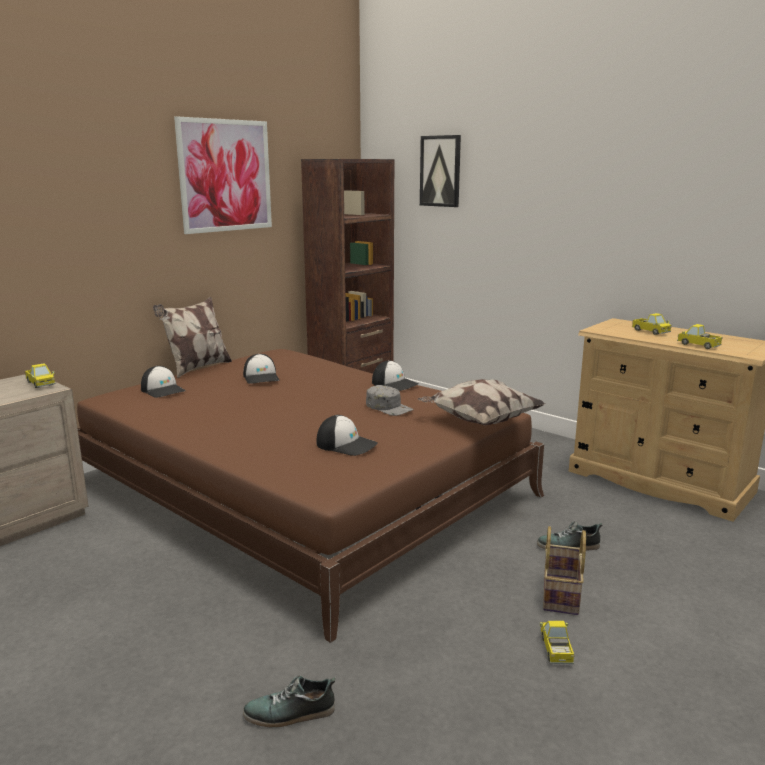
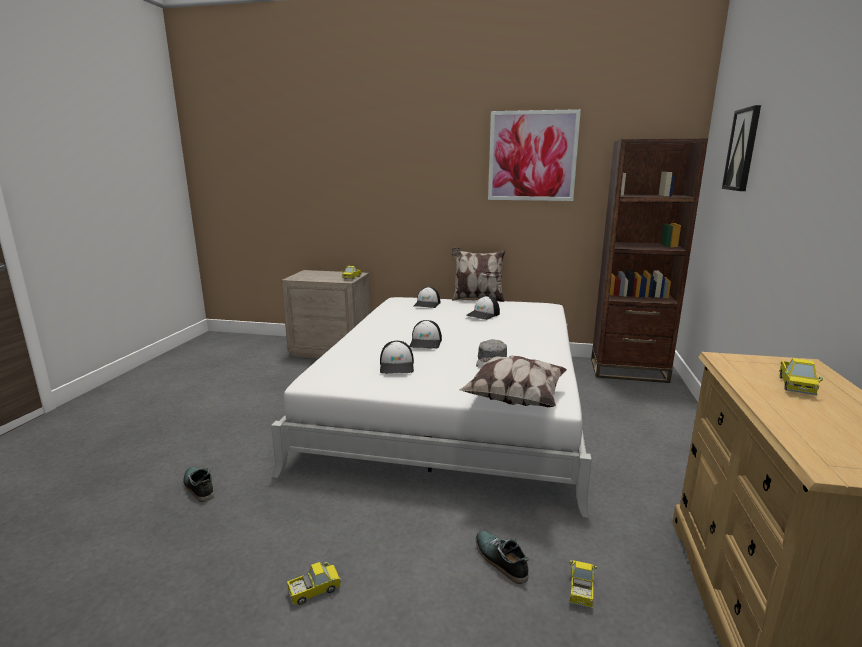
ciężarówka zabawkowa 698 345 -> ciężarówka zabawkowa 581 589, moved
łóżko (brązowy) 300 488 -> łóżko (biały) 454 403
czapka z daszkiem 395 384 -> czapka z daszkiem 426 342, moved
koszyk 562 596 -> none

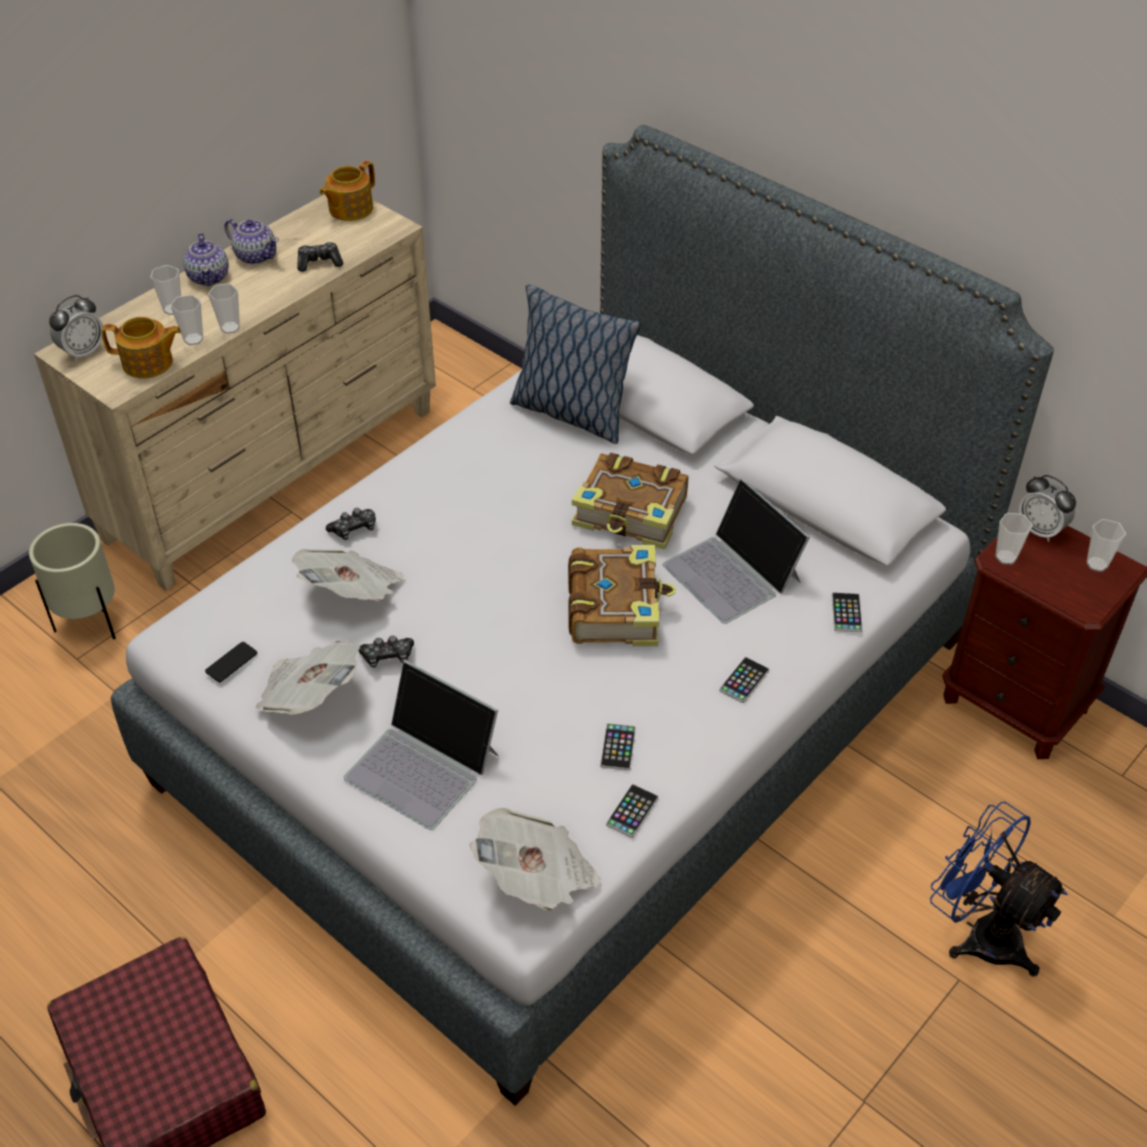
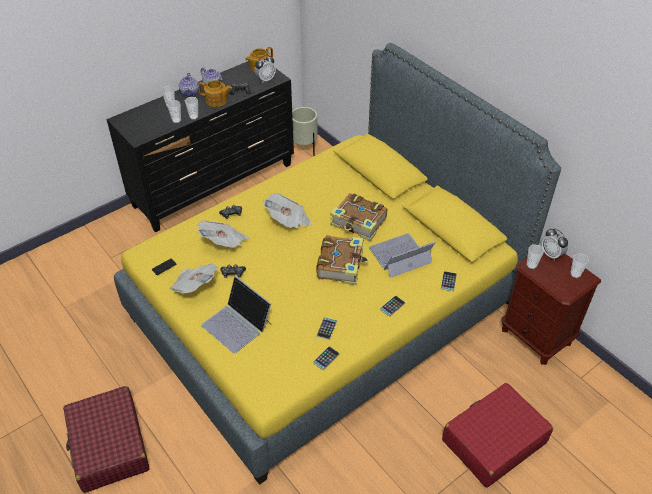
łóżko (szary) 572 707 -> łóżko (żółty) 325 309
komoda (beżowy) 275 474 -> komoda (czarny) 215 185
poduszka 570 413 -> none
budzik 83 352 -> budzik 265 79, moved
imbryk 148 363 -> imbryk 216 101, moved
laptop 733 572 -> laptop 399 256, 90 degrees clockwise
donica (beżowy) 91 623 -> donica (beżowy) 304 150, moved
wentylator (niebieski) 980 933 -> walizka (czerwony) 493 441
gazeta 537 877 -> gazeta 288 221, moved

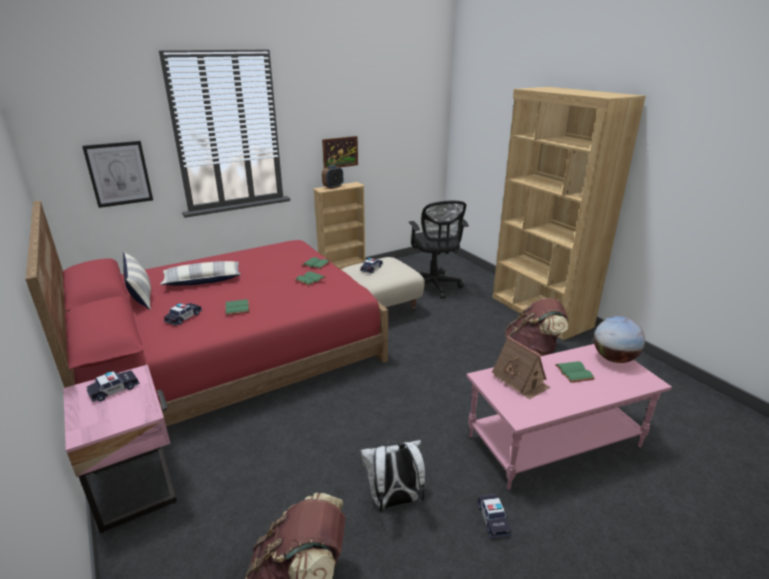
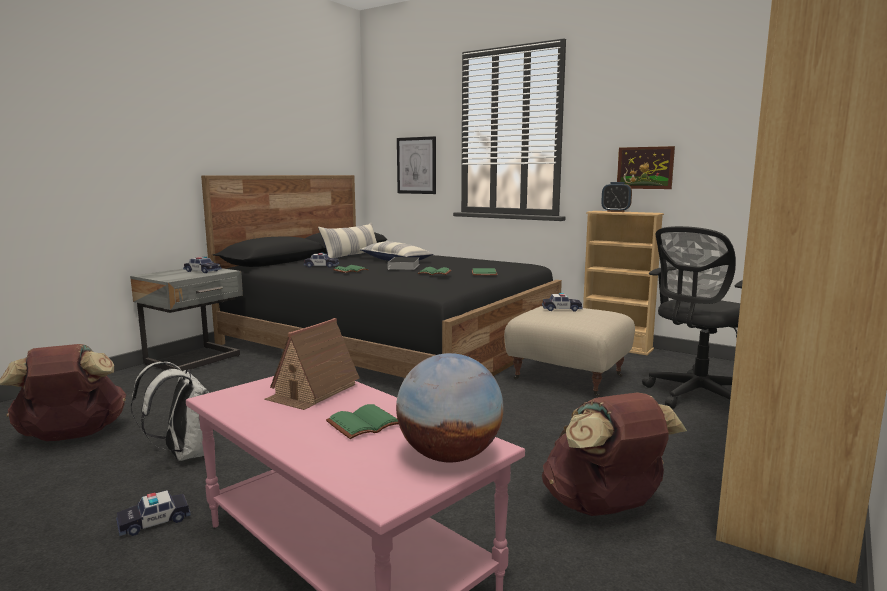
łóżko (czerwony) 228 353 -> łóżko (czarny) 388 342
szafka nocna (różowy) 137 485 -> szafka nocna (szary) 195 360
none -> książka 404 266

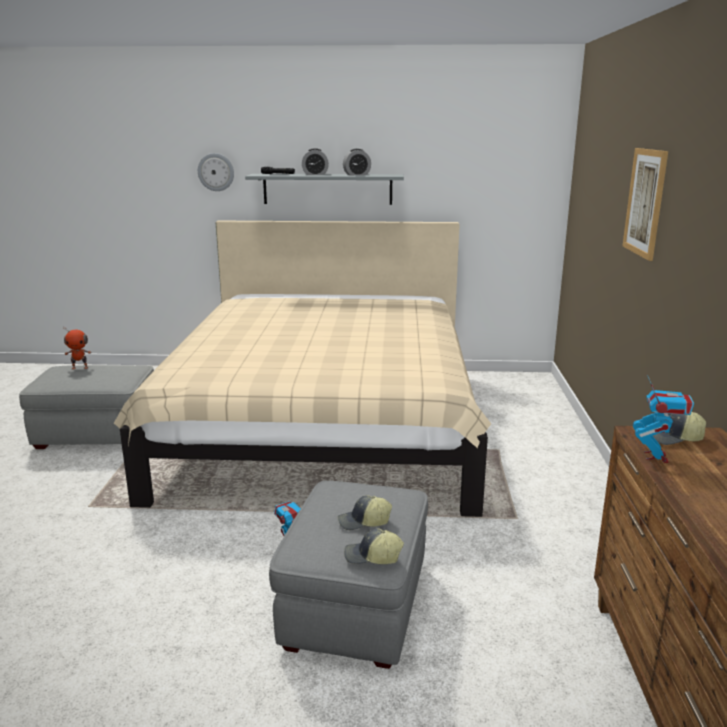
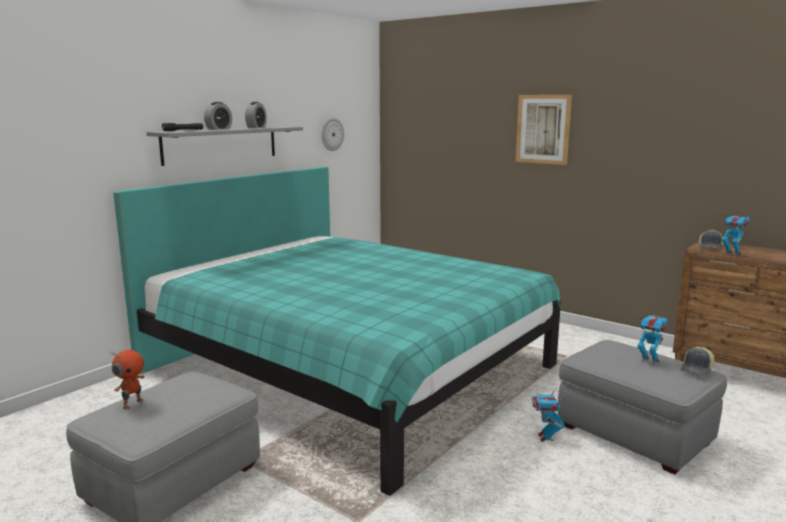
zegar ścienny 216 172 -> zegar ścienny 332 134, moved
łóżko (beżowy) 323 426 -> łóżko (turkusowy) 349 369
czapka z daszkiem 364 522 -> robot zabawkowy 649 360

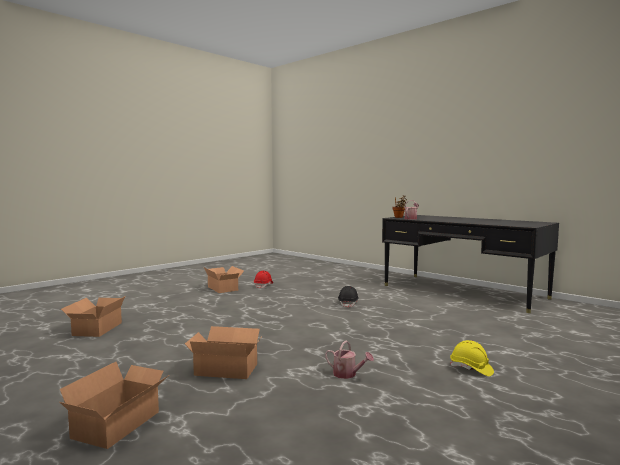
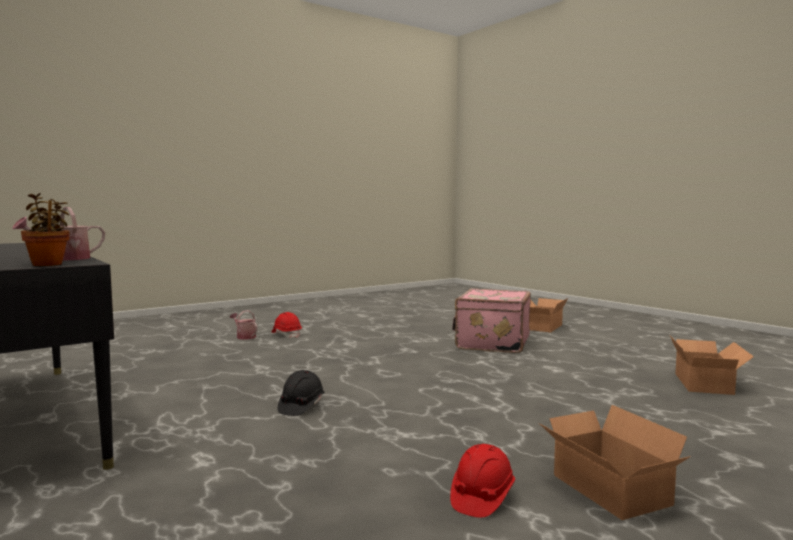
karton 225 368 -> walizka (różowy) 491 343
kask (żółty) 471 369 -> kask (czerwony) 286 335
konewka 347 374 -> konewka 244 336, moved

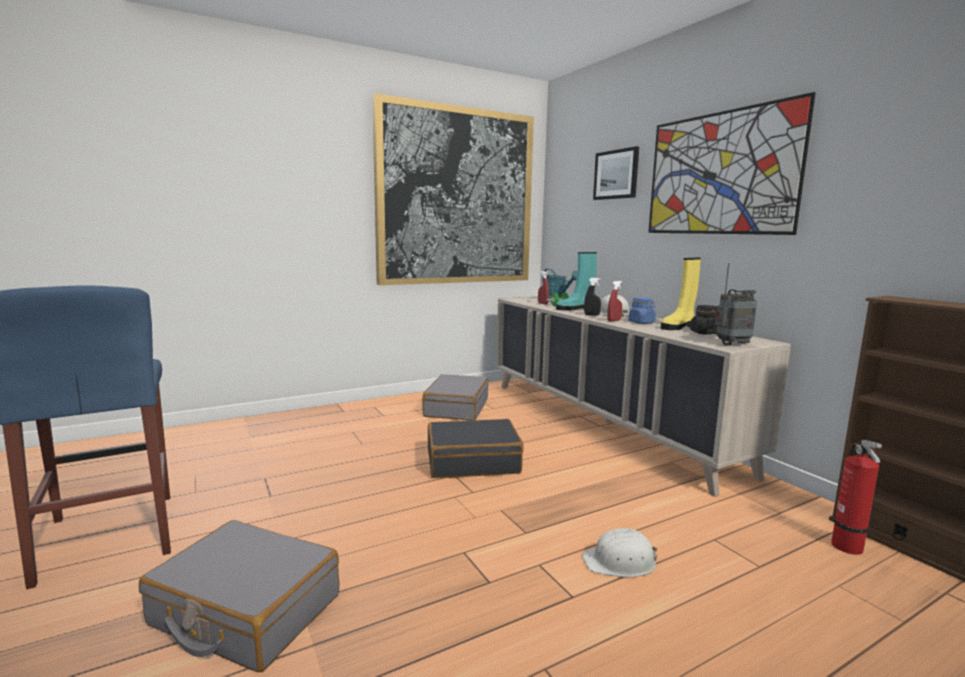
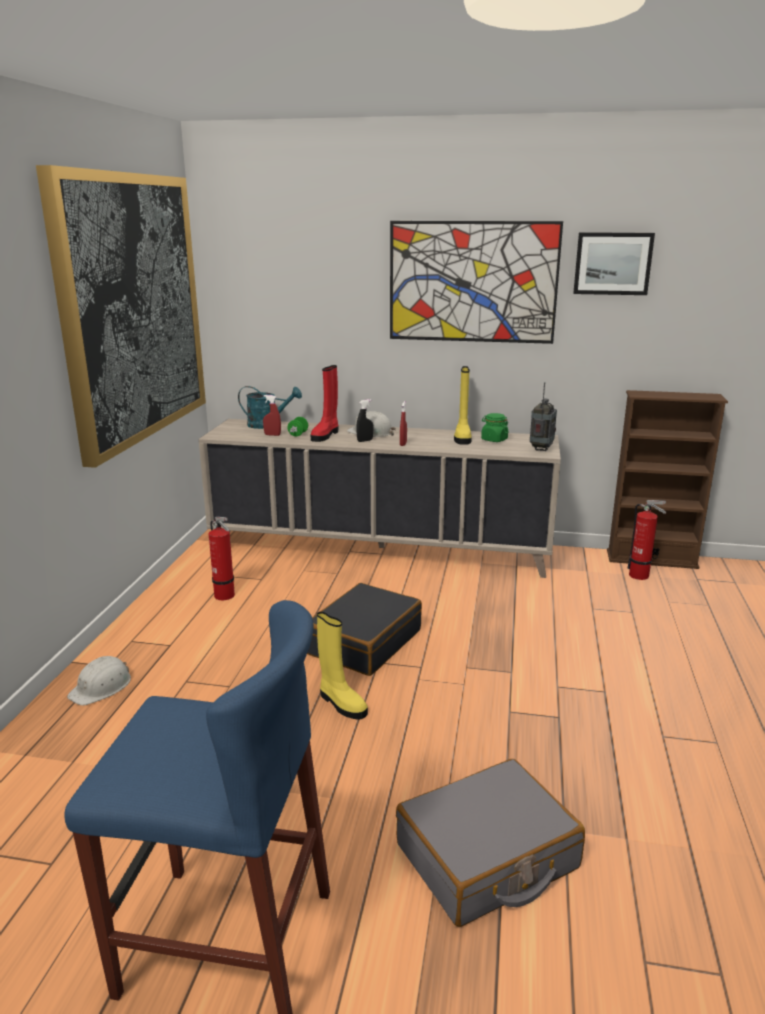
obraz 616 174 -> obraz 612 263, moved
but z cholewką (turkusowy) 575 309 -> but z cholewką (czerwony) 325 435
słoik (niebieski) 641 322 -> none
słoik (czarny) 704 333 -> słoik (zielony) 494 440
walizka (szary) 456 408 -> gaśnica 225 596
kask (biały) 620 562 -> kask (biały) 101 687, moved
none -> but z cholewką (żółty) 341 703

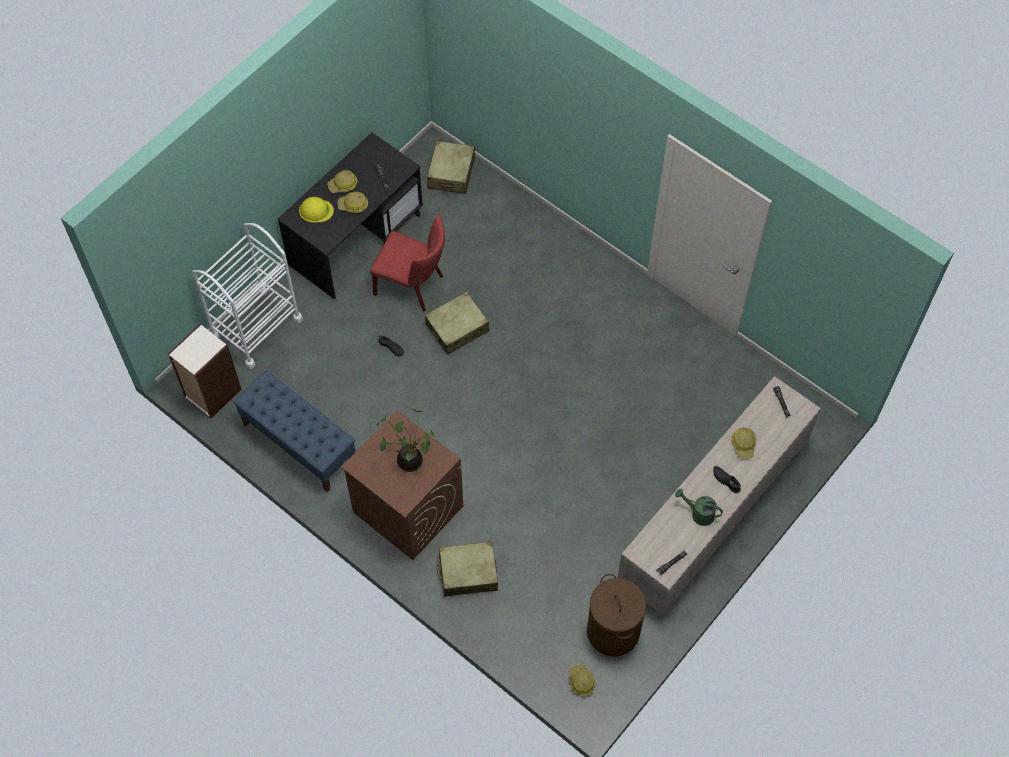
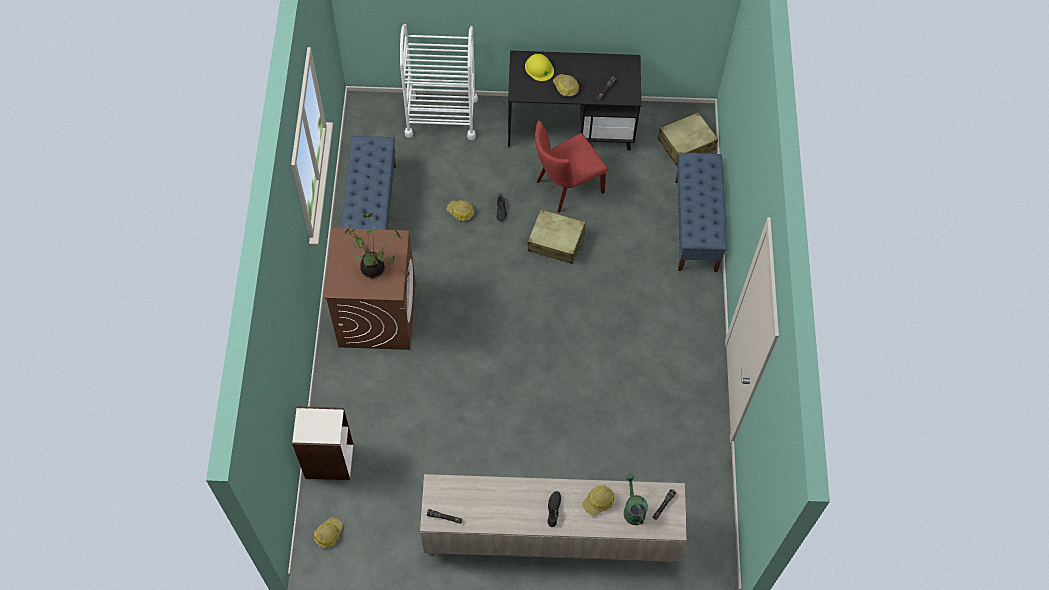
kask 343 185 -> kask 461 212, moved
krzesło (czerwony) 413 285 -> krzesło (czerwony) 566 188, 75 degrees clockwise
regał 212 393 -> regał 328 461, moved
konewka (zielony) 698 513 -> konewka (zielony) 633 509, moved
walizka (beżowy) 468 573 -> none
kosz na pranie (brązowy) 612 631 -> none
none -> ławka (niebieski) 696 225

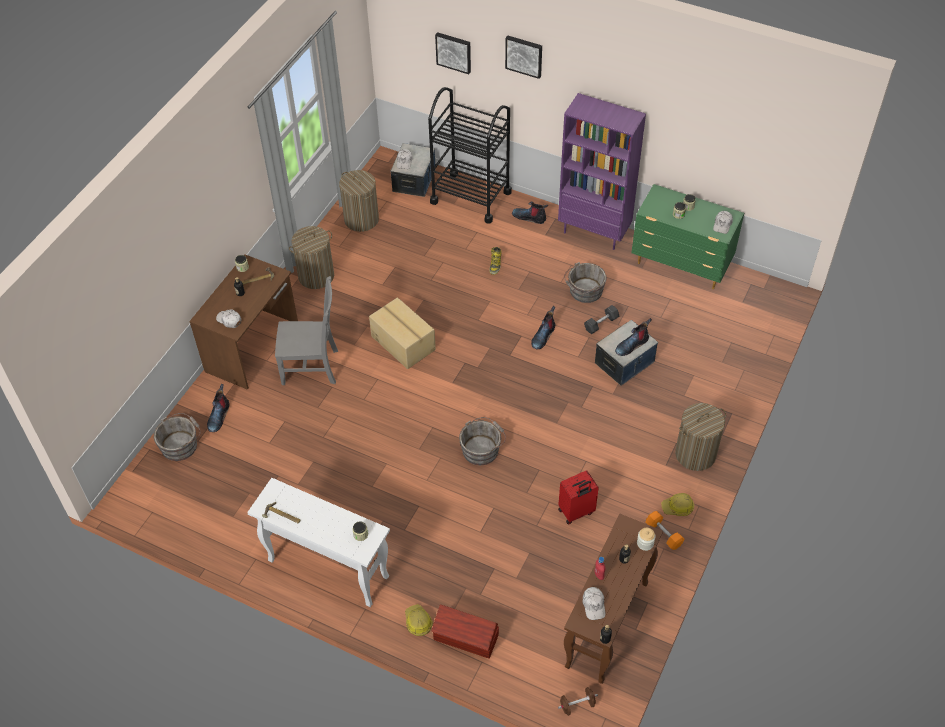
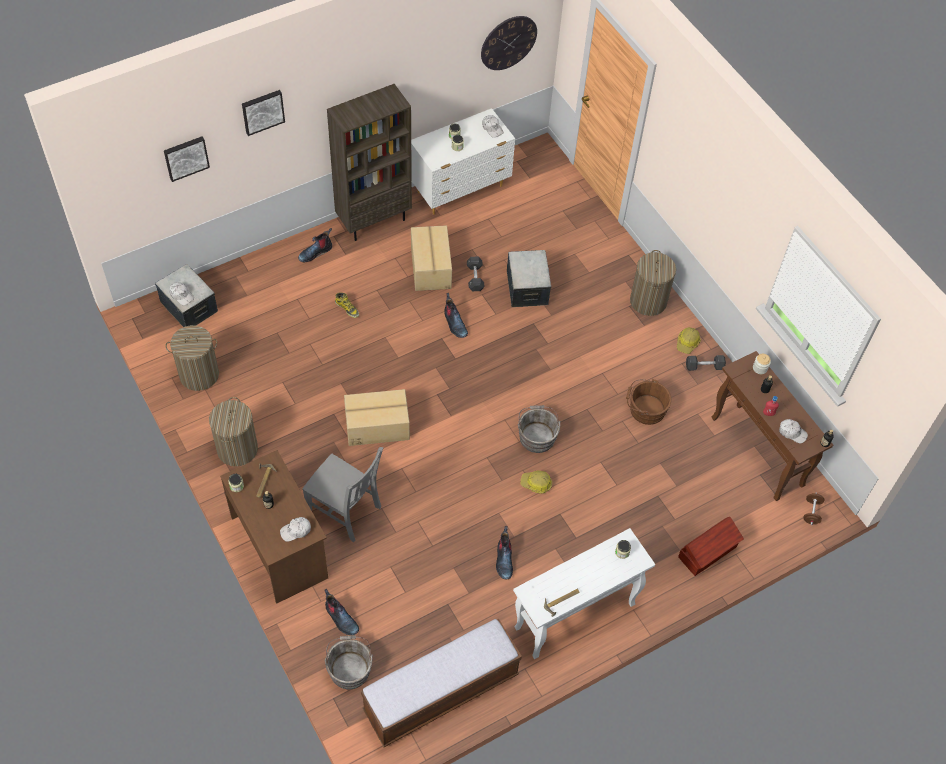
wózek (czarny) 471 197 -> none
regał (fioletowy) 594 232 -> regał (brązowy) 374 220
komoda (zielony) 681 266 -> komoda (biały) 461 189
wiadro (szary) 584 291 -> karton 431 267
krzesło (szary) 312 367 -> krzesło (szary) 346 511, 90 degrees clockwise
but z cholewką 631 345 -> but z cholewką 504 559, moved
walizka (czerwony) 576 512 -> wiadro (brązowy) 645 409
hantel (pomarańczowy) 663 534 -> hantel (szary) 704 366
kask 418 622 -> kask 536 484, moved
none -> zegar ścienny 508 42
none -> ławka 441 693

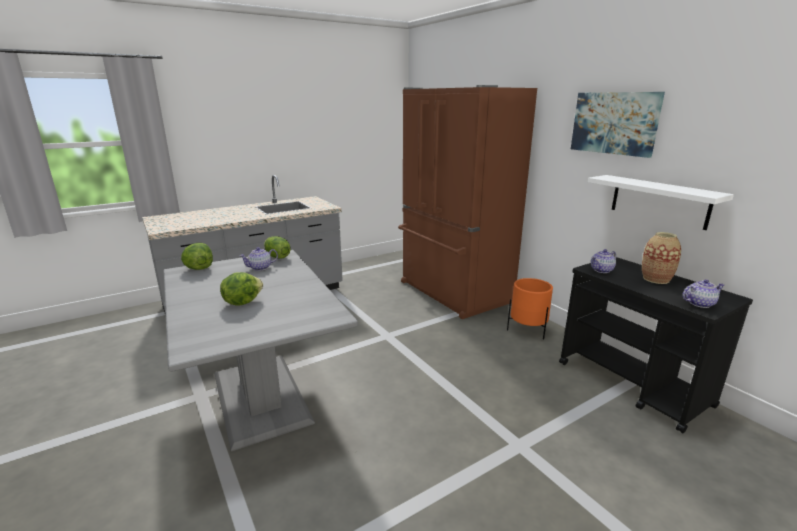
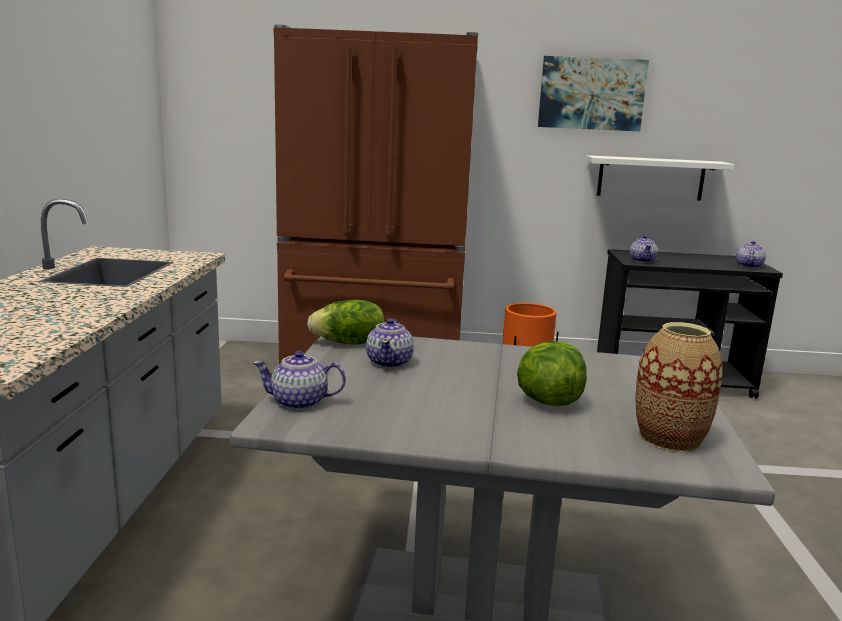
wazon 656 279 -> wazon 669 438, moved
sałata 199 268 -> imbryk 300 402

